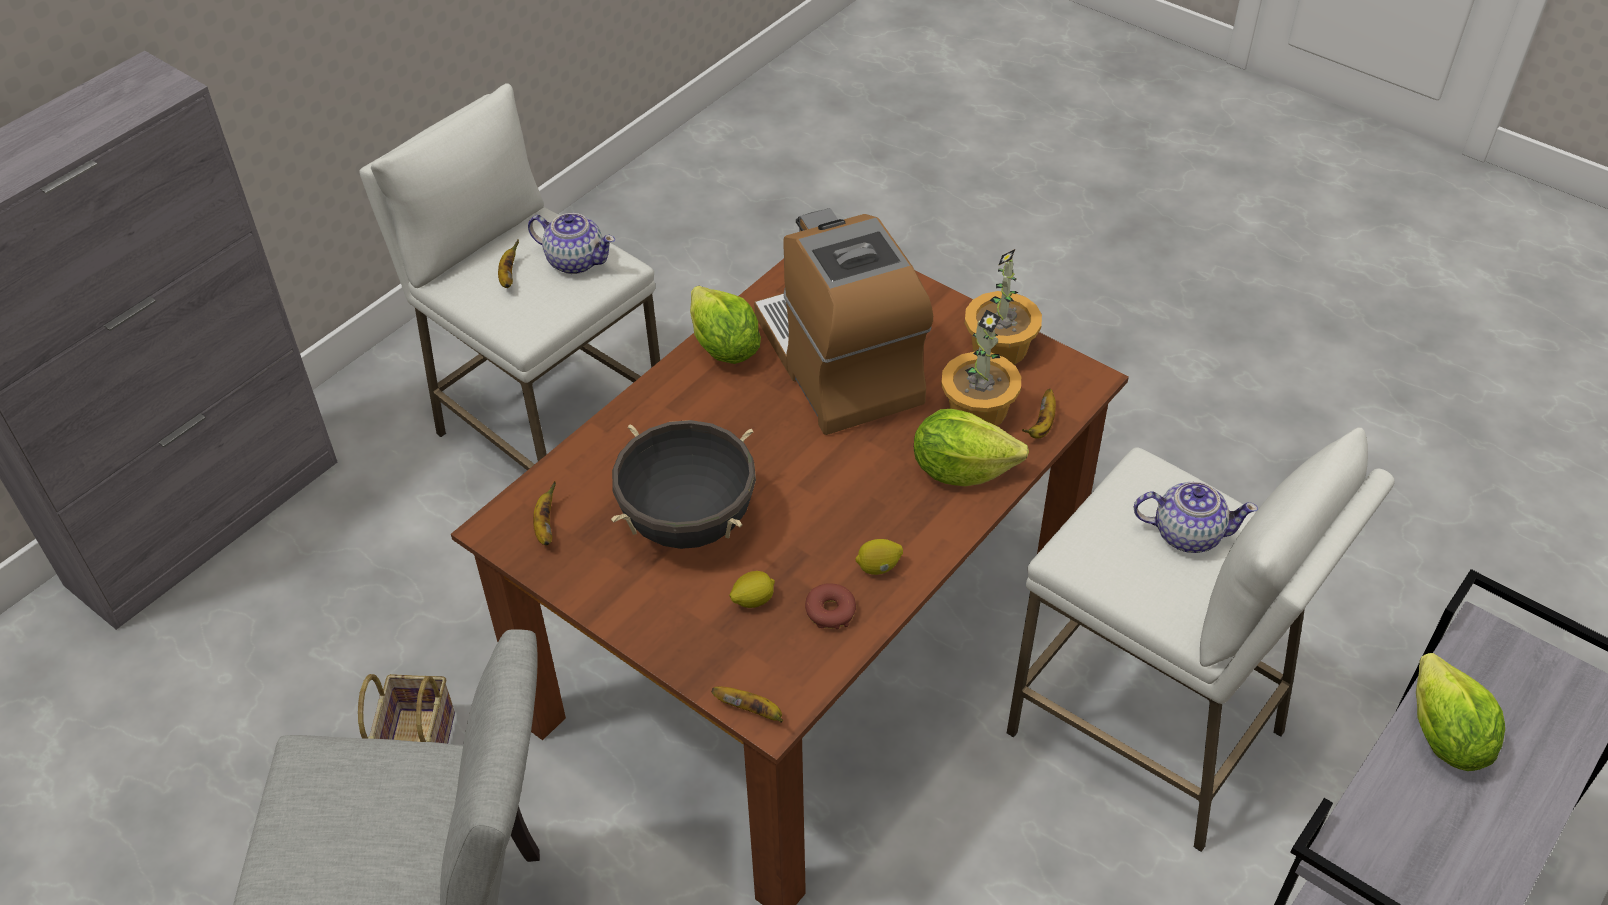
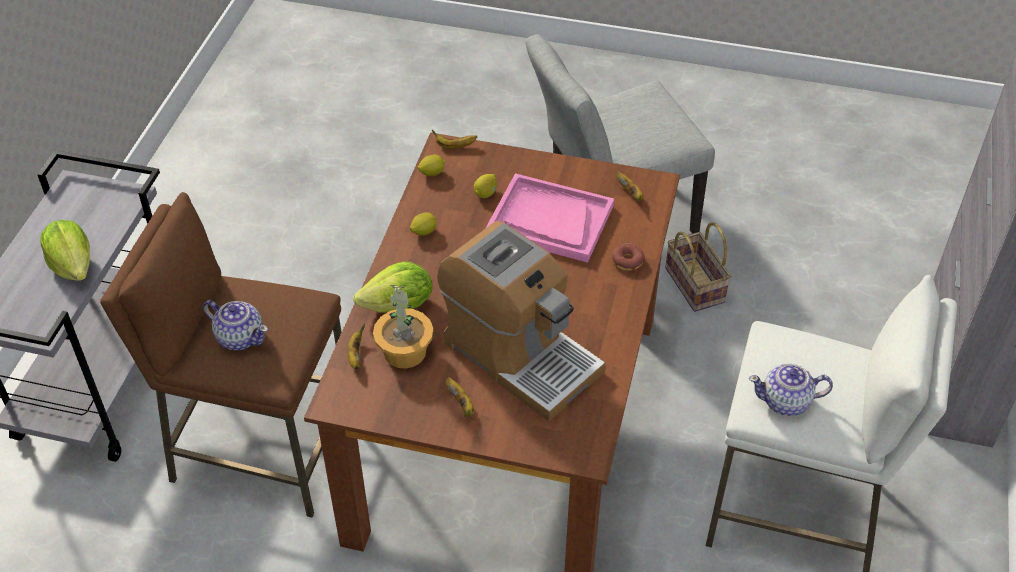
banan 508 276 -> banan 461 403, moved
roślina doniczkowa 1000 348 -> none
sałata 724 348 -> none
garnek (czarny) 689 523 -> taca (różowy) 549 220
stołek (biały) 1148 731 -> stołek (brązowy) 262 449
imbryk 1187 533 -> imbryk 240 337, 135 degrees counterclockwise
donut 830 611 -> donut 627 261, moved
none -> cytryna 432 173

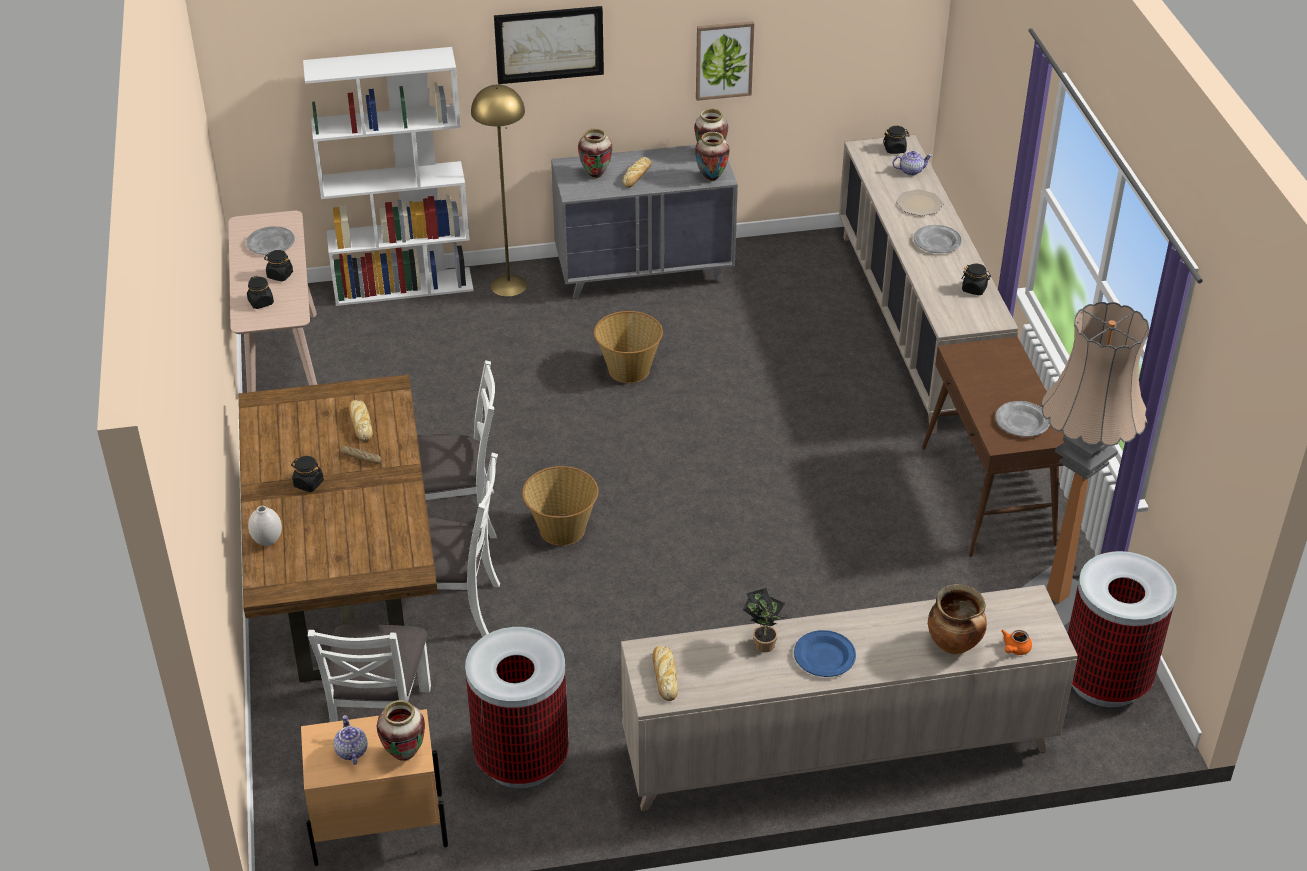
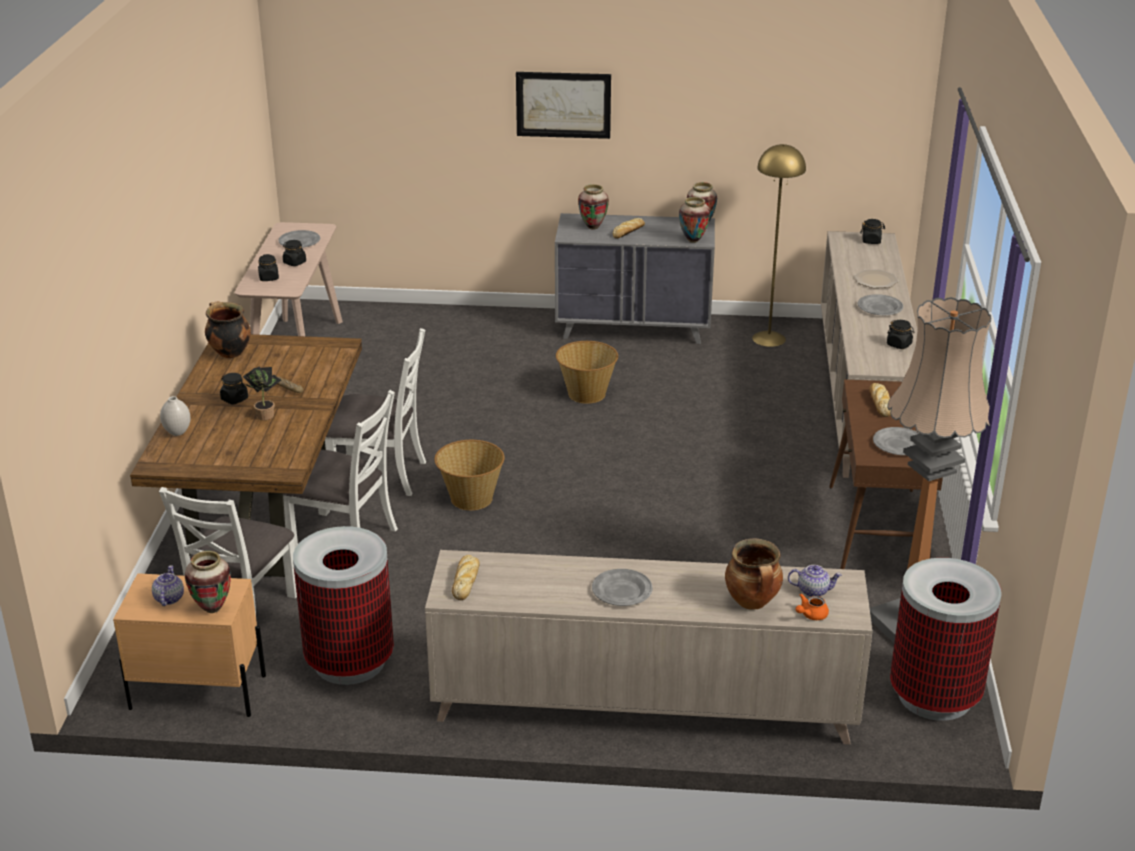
obraz 724 60 -> none
regał (biały) 404 286 -> none
lampa stojąca (żółty) 509 285 -> lampa stojąca (żółty) 769 338, moved
imbryk 911 171 -> imbryk 813 590, moved
chleb 360 423 -> chleb 880 403, moved
roślina doniczkowa 762 643 -> roślina doniczkowa 264 414, moved
talerz (niebieski) 824 657 -> talerz (szary) 621 591
none -> garnek 229 352

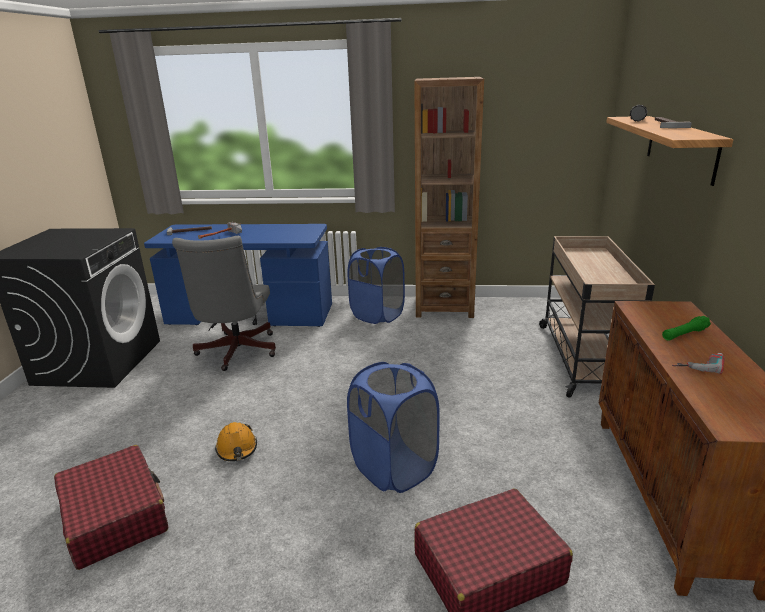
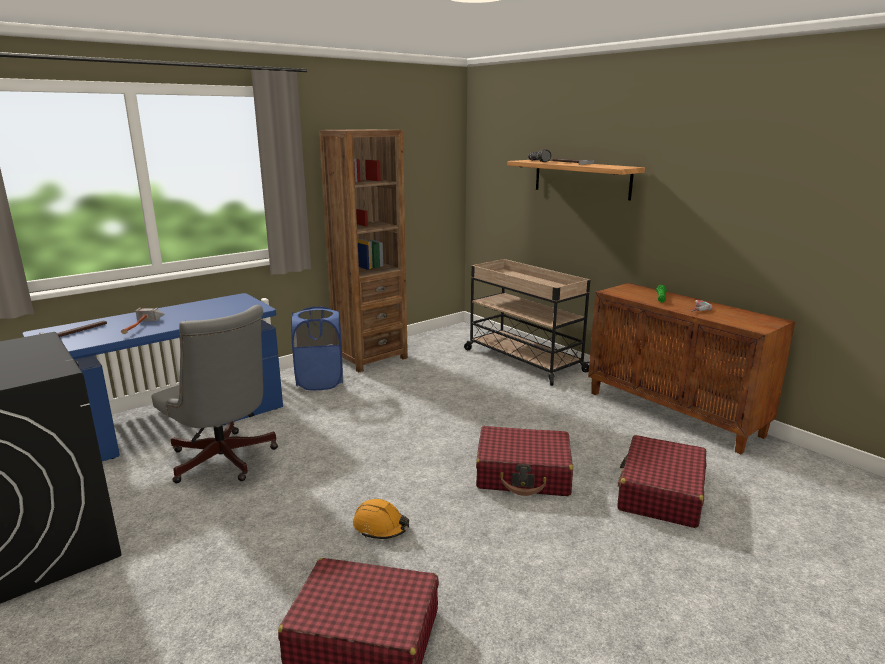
kosz na pranie (niebieski) 394 468 -> walizka (czerwony) 523 474

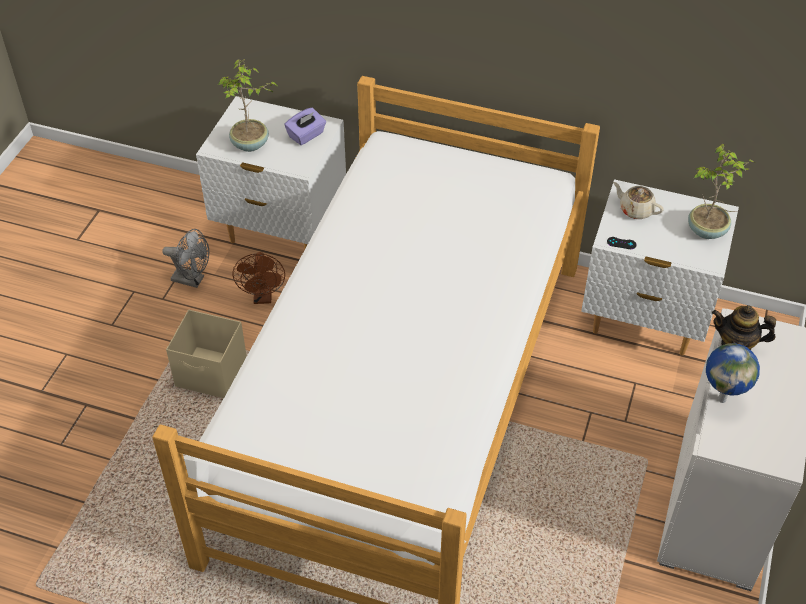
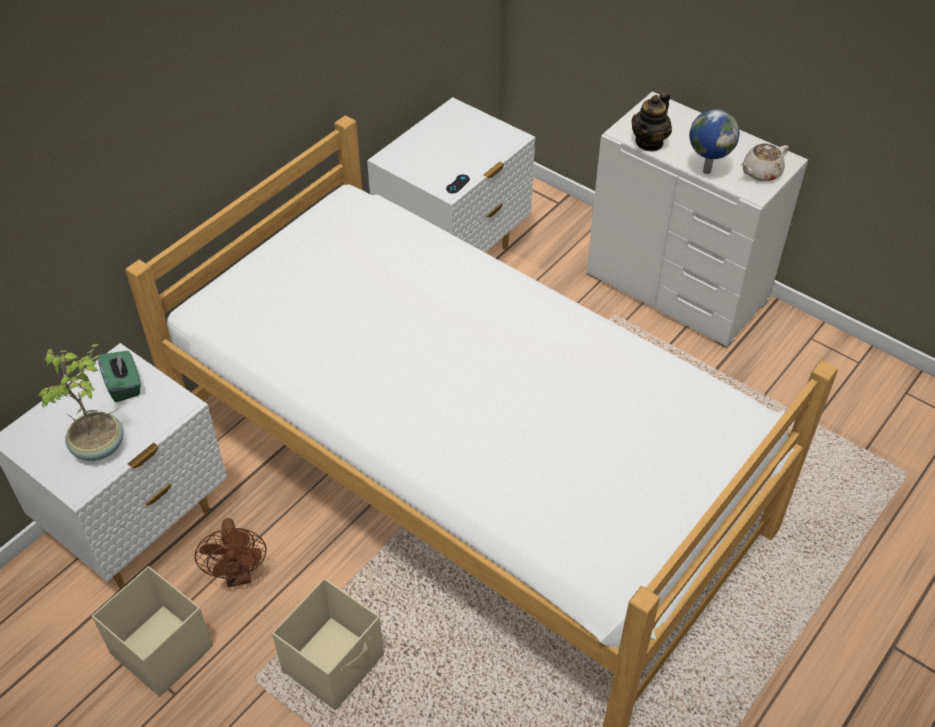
pudełko chusteczek (fioletowy) 306 135 -> pudełko chusteczek (zielony) 124 385
roślina doniczkowa 707 231 -> none
imbryk (beżowy) 635 210 -> imbryk (beżowy) 760 173, moved
wentylator (szary) 192 280 -> pojemnik do przechowywania (beżowy) 161 649
wentylator (brązowy) 263 297 -> wentylator (brązowy) 238 575, 60 degrees clockwise

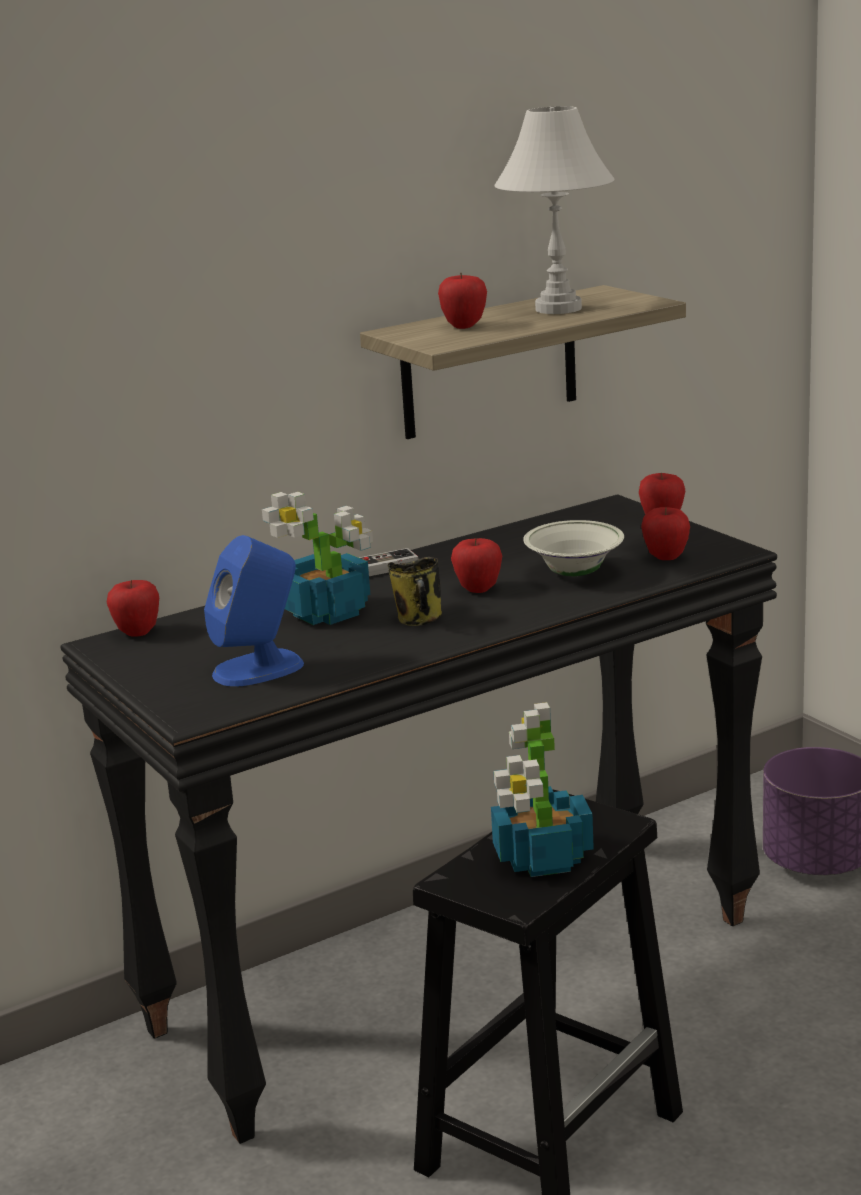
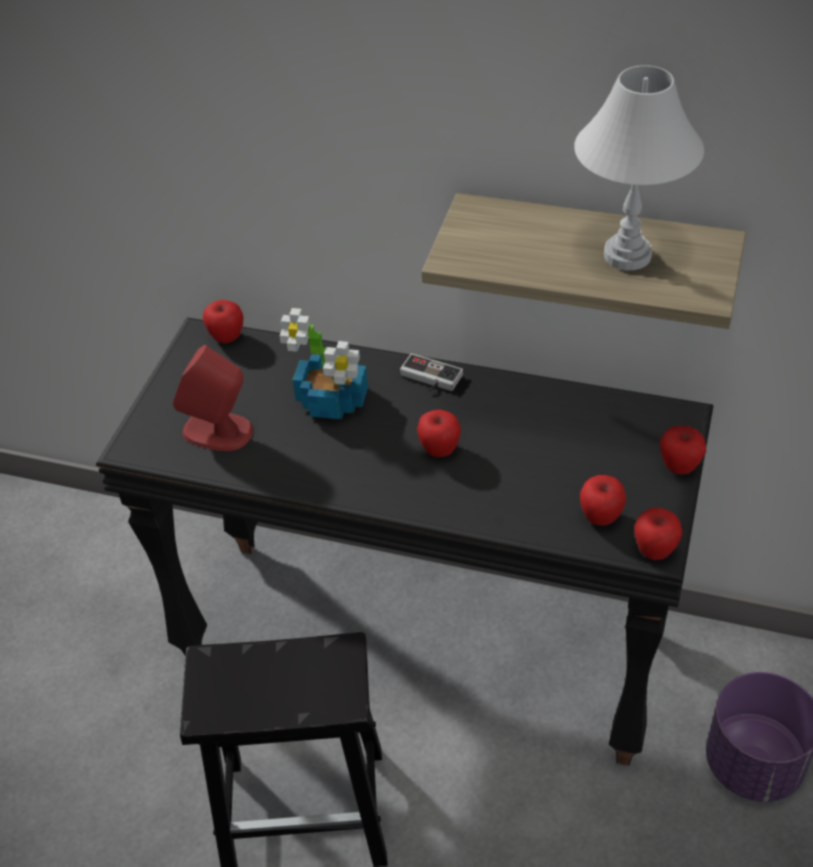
jabłko 464 326 -> jabłko 655 550, moved
miska (biały) 574 573 -> none
głośnik (niebieski) 259 668 -> głośnik (czerwony) 219 431
kubek 420 620 -> none
roślina doniczkowa 542 858 -> none

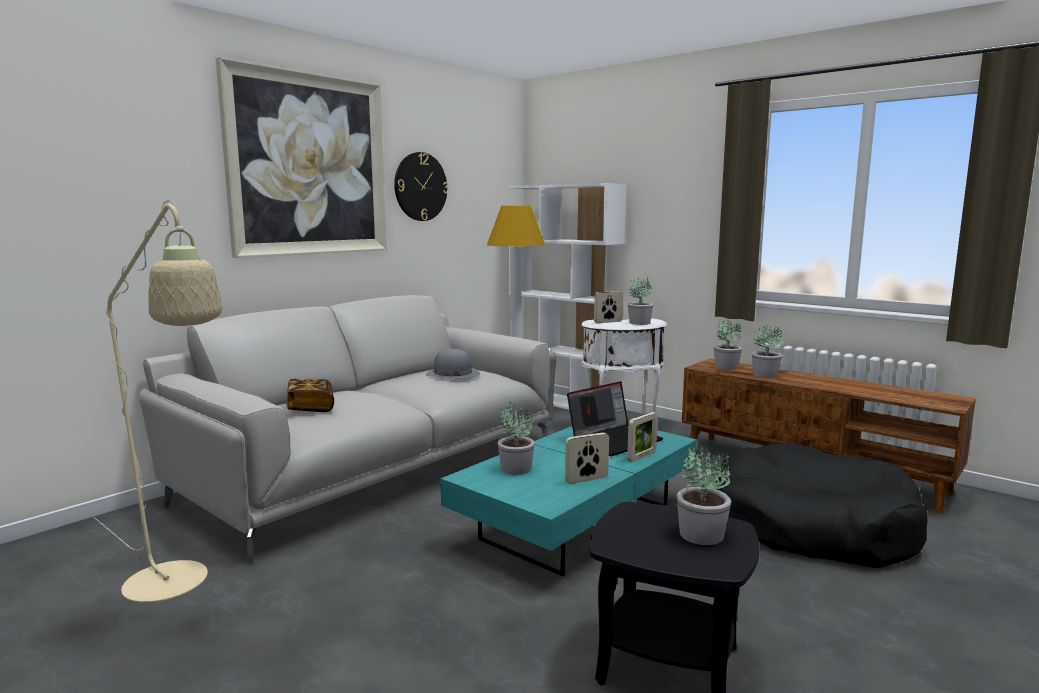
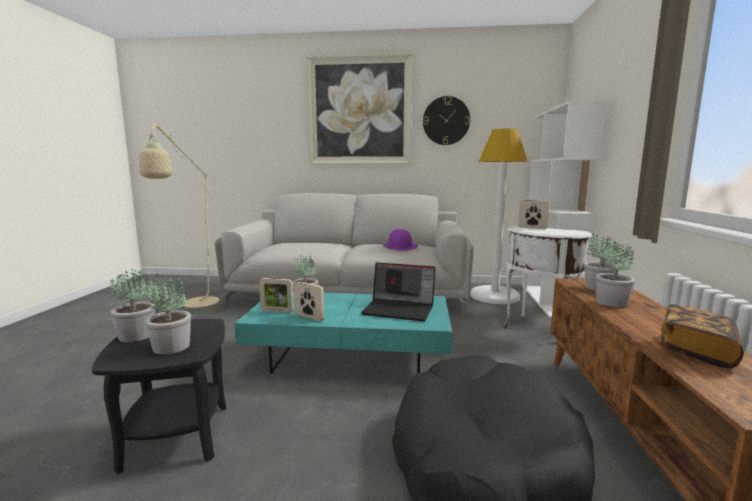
roślina doniczkowa 639 323 -> roślina doniczkowa 137 335, moved
kapelusz (szary) 452 374 -> kapelusz (fioletowy) 399 246
książka 311 407 -> książka 696 350, moved
ramka na zdjęcie 641 456 -> ramka na zdjęcie 277 311, moved

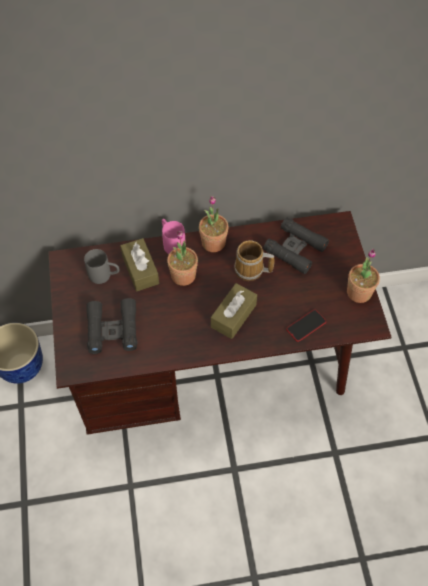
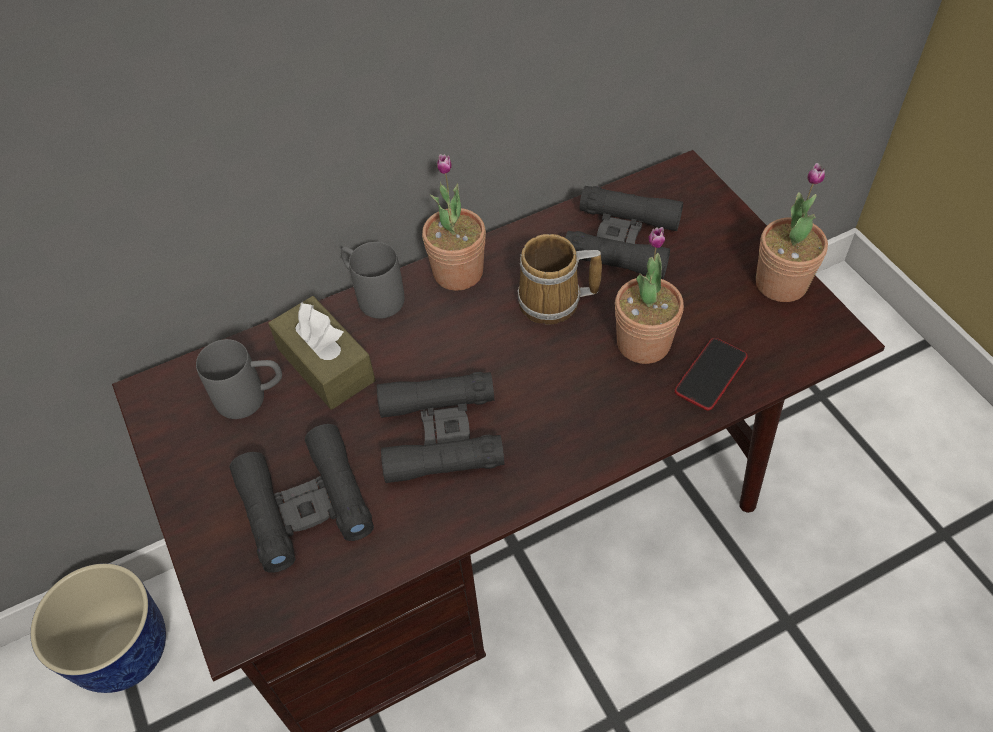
kubek (różowy) 171 243 -> kubek (szary) 373 295
roślina doniczkowa 183 275 -> roślina doniczkowa 643 343, moved
pudełko chusteczek (brązowy) 233 316 -> none
none -> lornetka (czarny) 441 434

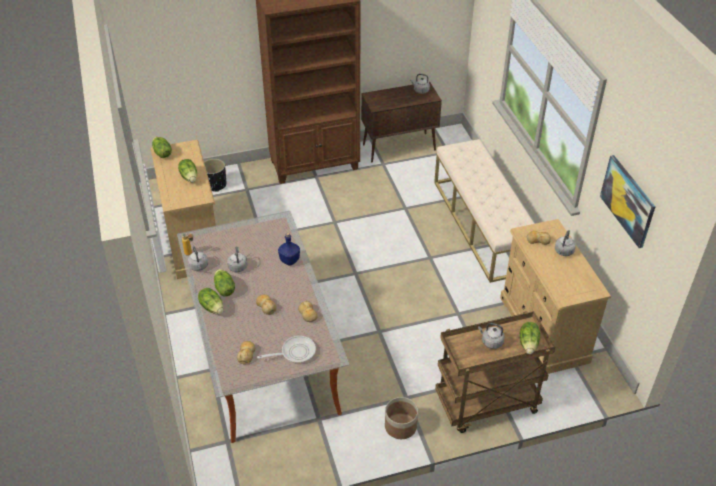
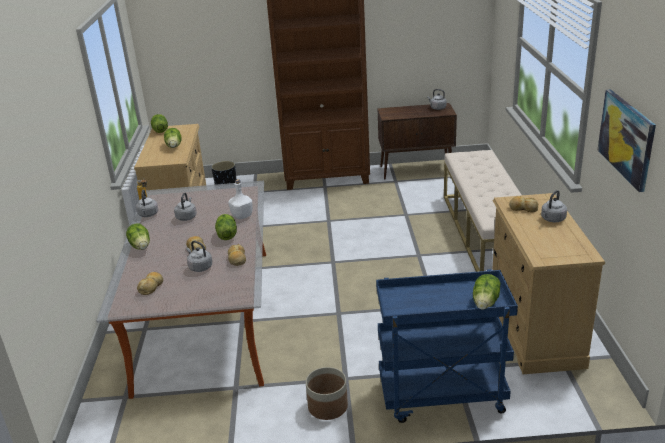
butelka (niebieski) 290 260 -> butelka (biały) 242 216
sałata 224 289 -> sałata 226 235, moved
wózek (brązowy) 486 405 -> wózek (niebieski) 441 397
czajnik (szary) 491 342 -> czajnik (szary) 199 267, moved
patelnia 295 352 -> none

